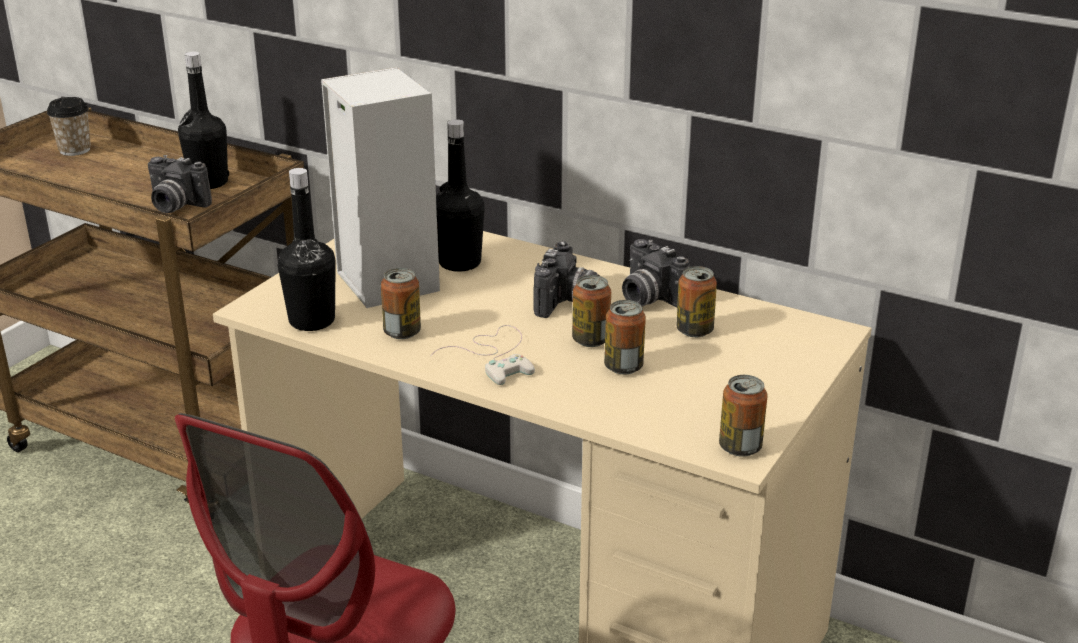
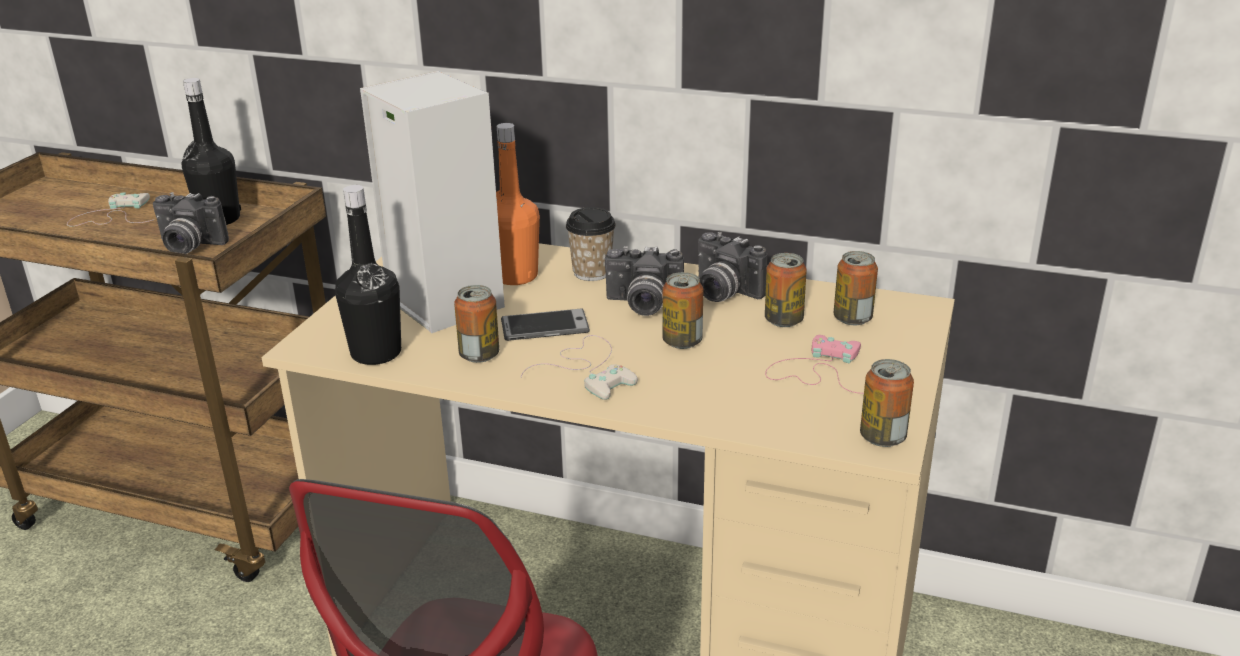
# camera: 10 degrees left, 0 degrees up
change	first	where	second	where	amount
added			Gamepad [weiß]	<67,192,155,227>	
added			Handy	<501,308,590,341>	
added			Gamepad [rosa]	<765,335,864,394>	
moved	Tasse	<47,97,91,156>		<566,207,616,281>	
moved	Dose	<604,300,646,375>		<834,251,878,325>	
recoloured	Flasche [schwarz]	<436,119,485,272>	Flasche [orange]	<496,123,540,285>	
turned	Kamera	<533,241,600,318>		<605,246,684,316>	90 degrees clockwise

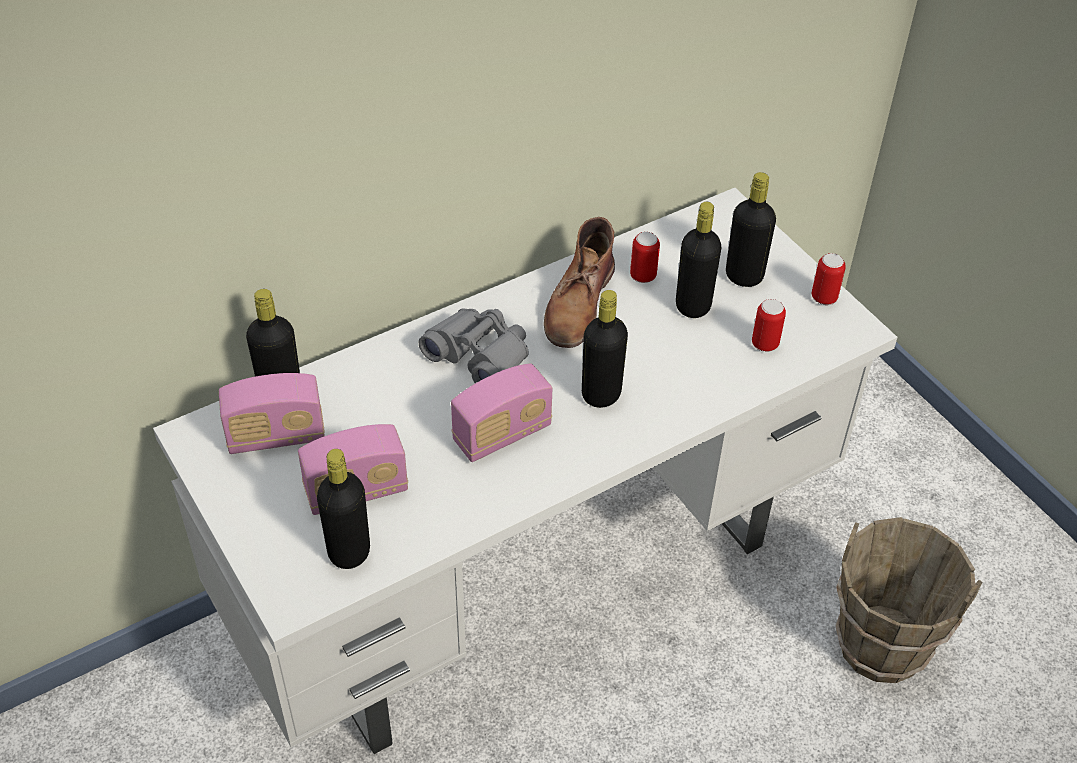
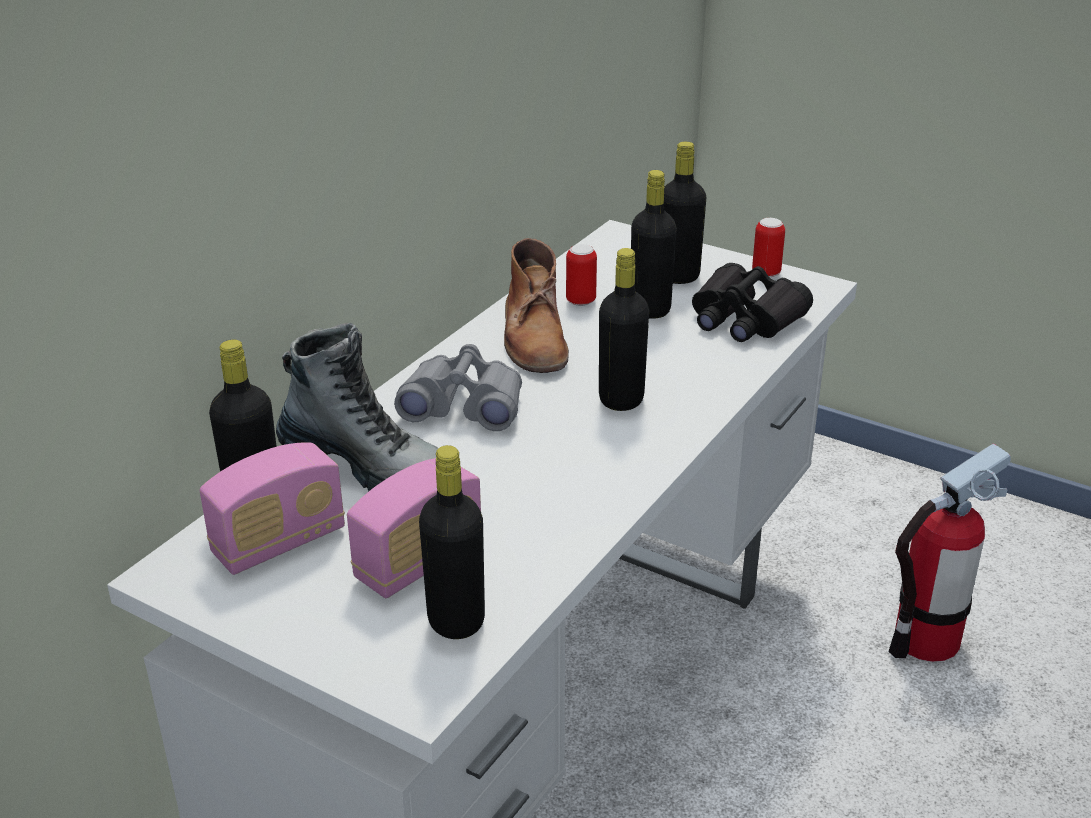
# camera: 25 degrees left, 15 degrees down
change	first	where	second	where	amount
removed	Radio	<451,364,552,462>			
added			Stiefel	<276,323,438,492>	
replaced	Dose	<752,299,786,352>	Fernglas [schwarz]	<692,263,813,342>	
replaced	Eimer [braun]	<835,517,982,683>	Feuerlöscher	<888,443,1011,662>	

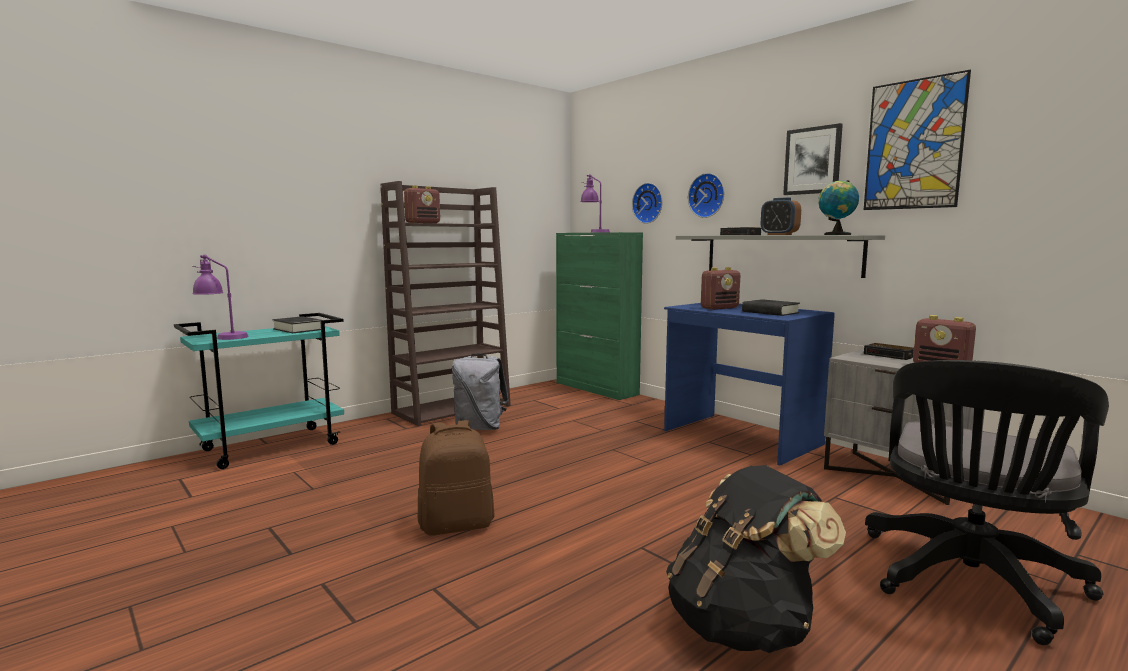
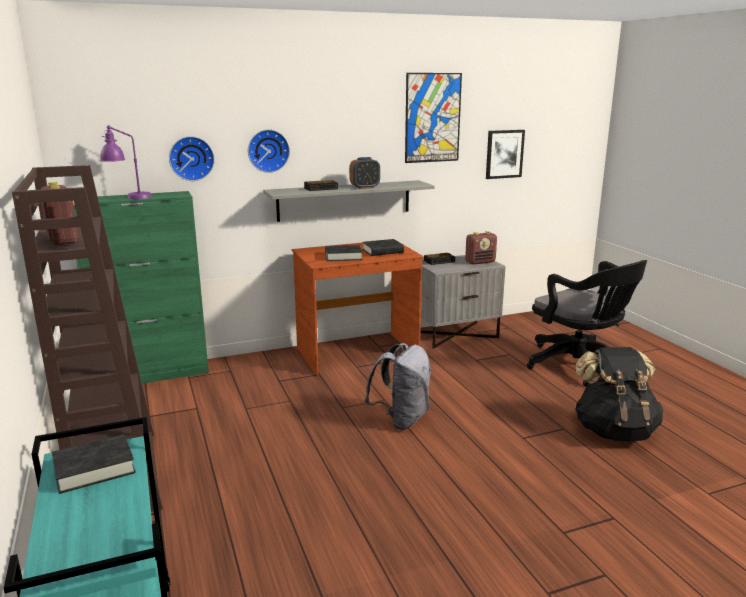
# camera: 70 degrees left, 10 degrees up
change	first	where	second	where	amount
removed	Tischlampe [lila]	<192,254,249,340>			
removed	Rucksack [braun]	<418,420,495,536>			
removed	Globus	<818,180,859,235>			
moved	Rucksack [grau]	<452,353,509,430>		<364,343,431,430>	
moved	Bild	<783,123,843,195>		<486,130,525,179>	
replaced	Radio	<701,267,740,310>	Buch [schwarz]	<325,245,363,261>	
recoloured	Schreibtisch [blau]	<664,303,835,465>	Schreibtisch [braun]	<292,242,424,376>	

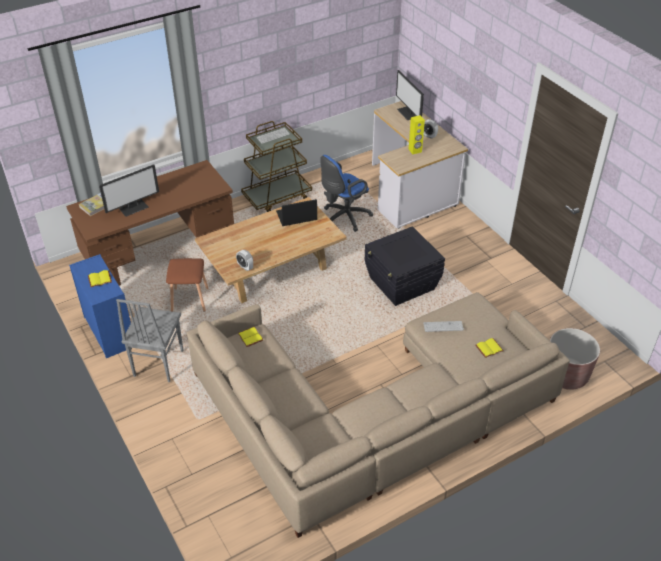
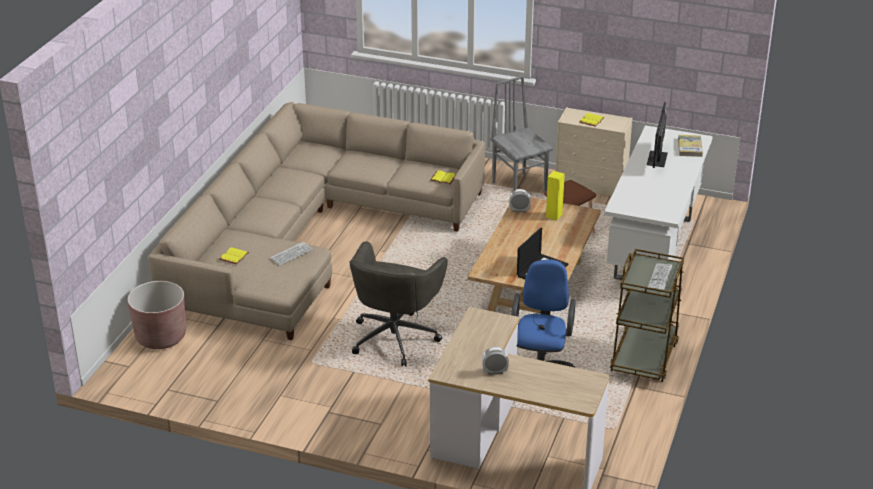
# camera: 140 degrees right, 10 degrees down
change	first	where	second	where	amount
removed	Monitor	<396,70,424,120>			
moved	Lautsprecher [gelb]	<409,115,425,154>		<546,171,565,220>	
replaced	Aufbewahrungsbox [schwarz]	<364,226,445,306>	Bürostuhl [grau]	<349,241,448,366>	
recoloured	Schreibtisch [braun]	<66,160,234,286>	Schreibtisch [weiß]	<604,125,713,280>	
recoloured	Kommode [blau]	<69,254,131,358>	Kommode [beige]	<555,107,632,196>	

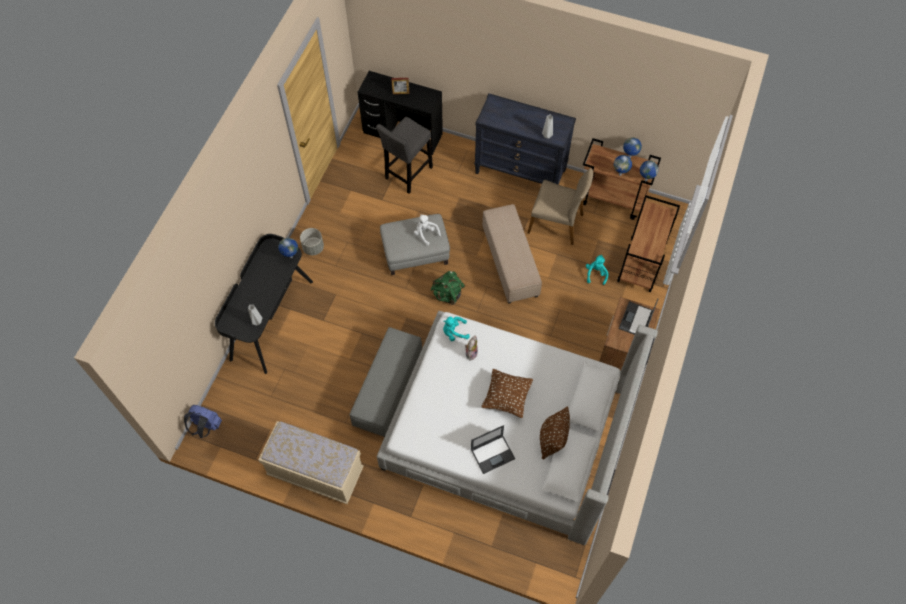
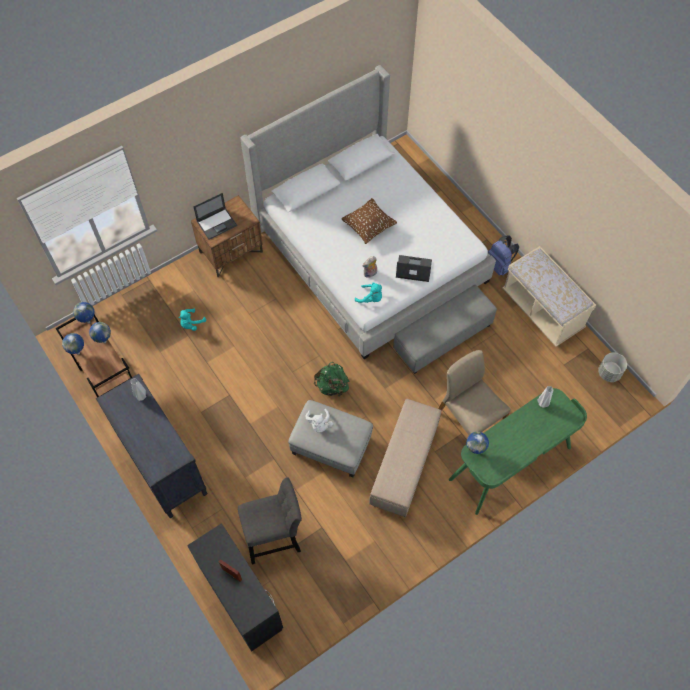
# camera: 145 degrees left, 0 degrees up
change	first	where	second	where	amount
removed	Kissen [braun]	<540,406,570,459>			
removed	Rollwagen [braun]	<617,195,680,292>			
moved	Rucksack [blau]	<184,405,222,438>		<488,235,519,276>	
moved	Pflanzkübel [grau]	<300,228,324,255>		<598,353,627,382>	
moved	Laptop	<471,425,515,474>		<396,255,432,282>	
moved	Polsterhocker [beige]	<482,204,542,304>		<369,399,441,517>	
moved	Stuhl [beige]	<528,168,593,245>		<438,350,511,435>	
recoloured	Schreibtisch [schwarz]	<215,234,313,374>	Schreibtisch [grün]	<449,388,587,515>	

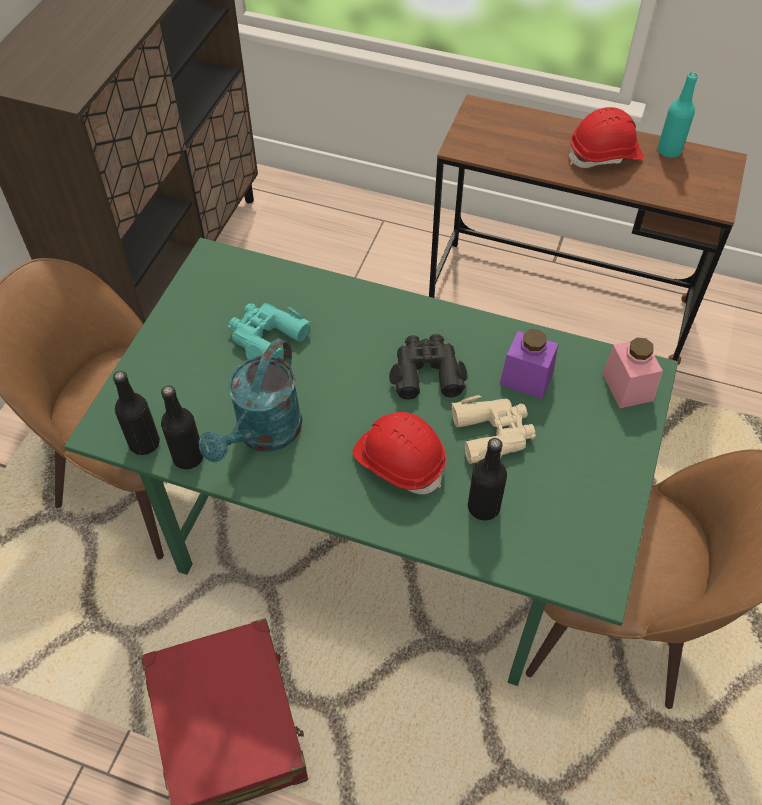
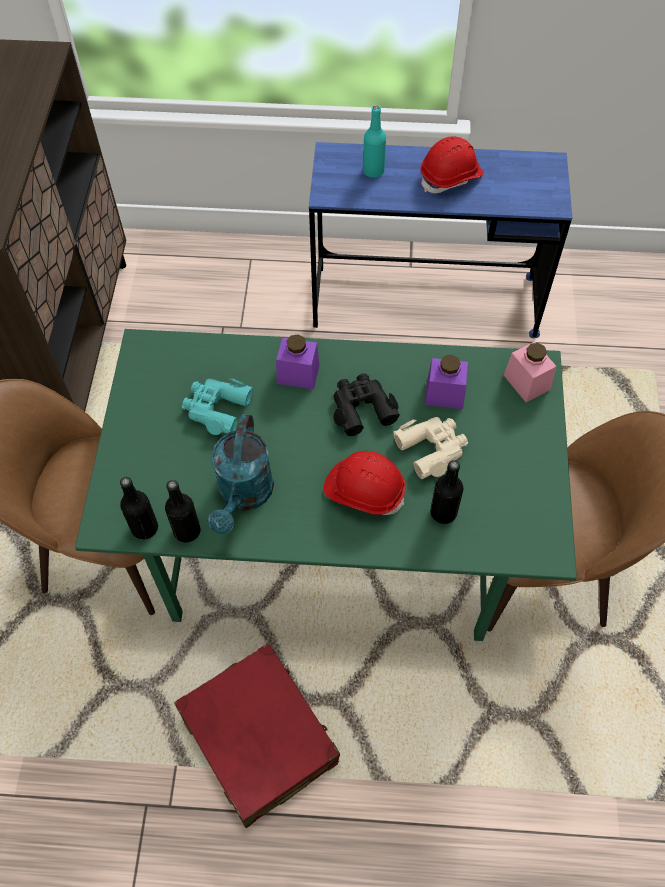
# camera: 15 degrees left, 5 degrees up
change	first	where	second	where	amount
added			Vorratsglas [lila]	<276,334,320,389>	
moved	Flasche [türkis]	<658,72,698,158>		<363,105,386,178>	
recoloured	Schreibtisch [braun]	<429,94,747,365>	Schreibtisch [blau]	<309,142,572,338>	

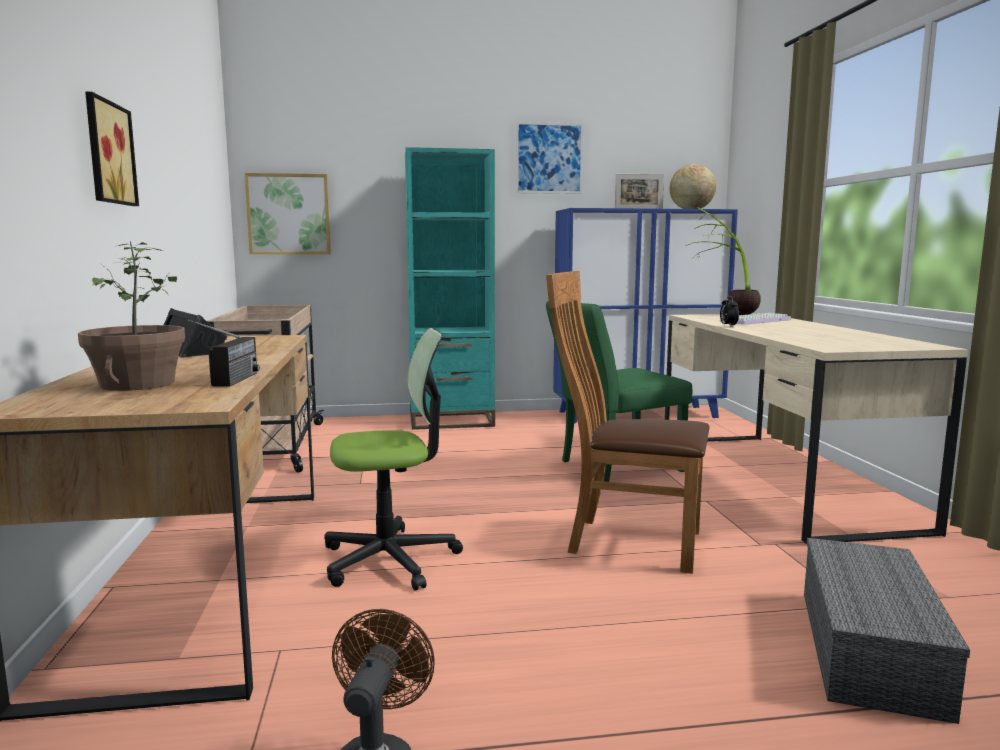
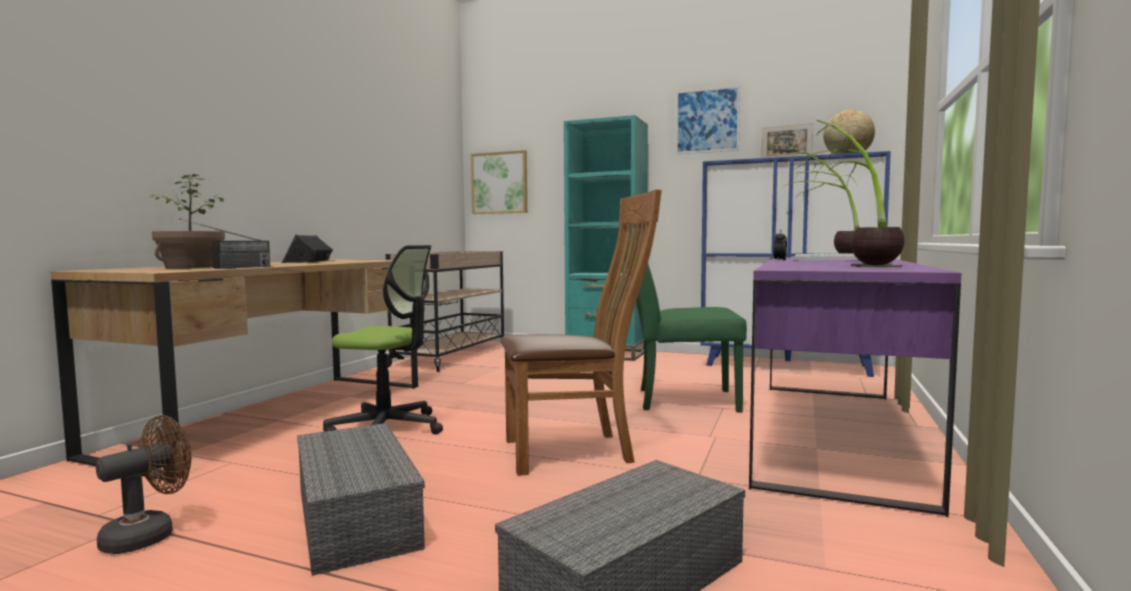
# camera: 30 degrees right, 5 degrees down
change	first	where	second	where	amount
removed	Bild	<85,92,139,206>			
added			Aufbewahrungsbox [grau]	<297,423,425,576>	
added			Topfpflanze	<804,120,904,267>	
recoloured	Schreibtisch [beige]	<665,314,968,544>	Schreibtisch [lila]	<749,258,961,517>	
turned	Stuhl [braun]	<546,271,710,574>		<500,190,662,476>	120 degrees clockwise

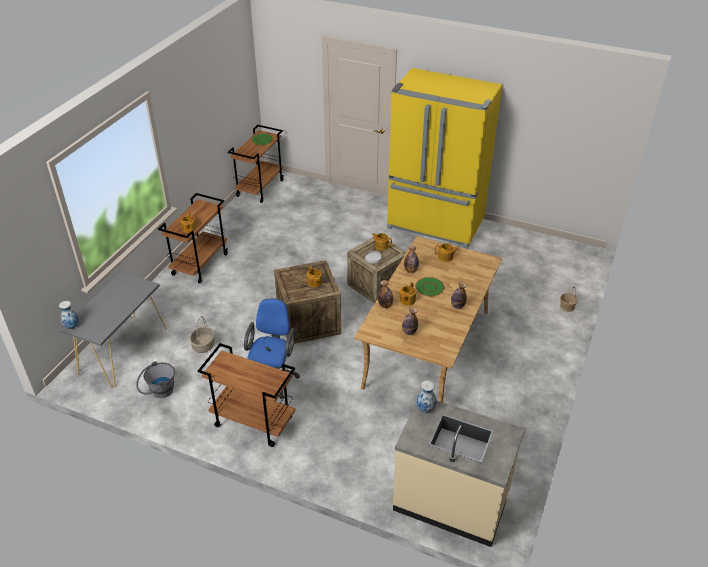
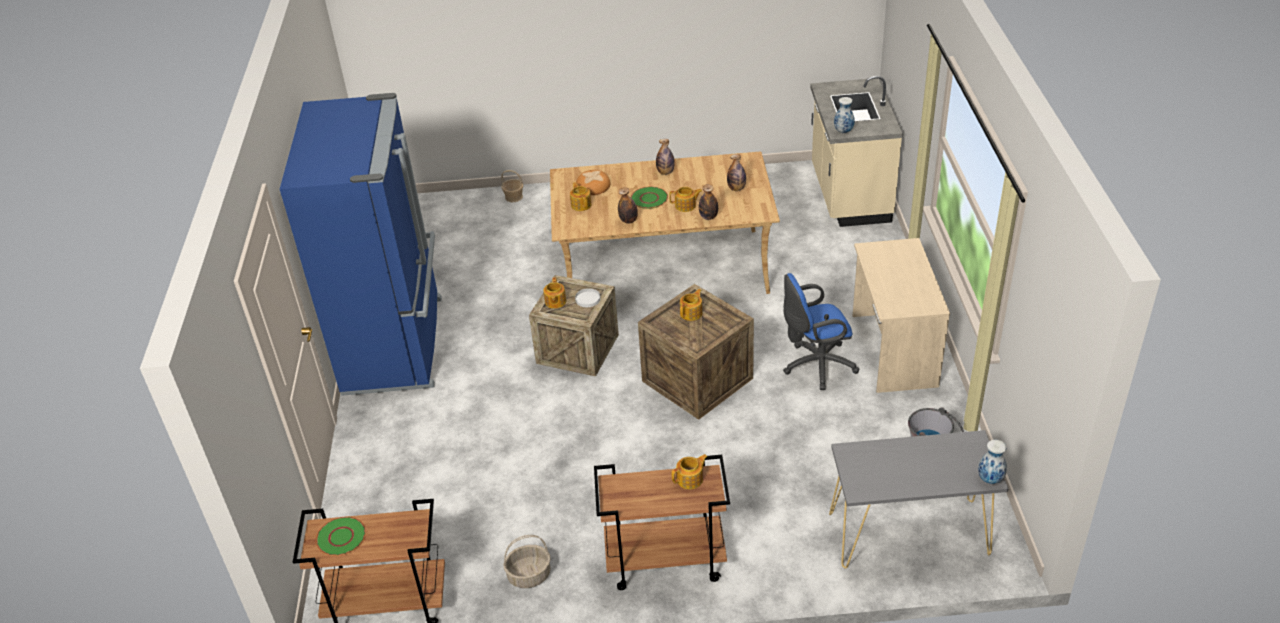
# camera: 115 degrees left, 0 degrees up
change	first	where	second	where	amount
added			Brot	<576,170,611,195>	
moved	Korb	<189,316,215,353>		<503,535,551,588>	
replaced	Rollwagen [braun]	<198,343,295,447>	Schreibtisch [beige]	<853,238,950,393>	
recoloured	Kühlschrank [gelb]	<387,68,503,248>	Kühlschrank [blau]	<280,93,442,396>	

